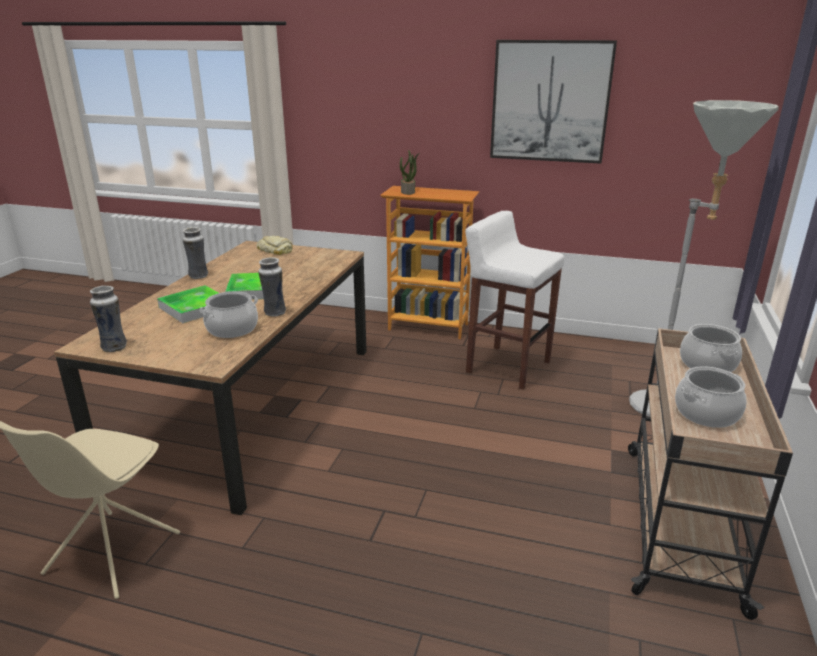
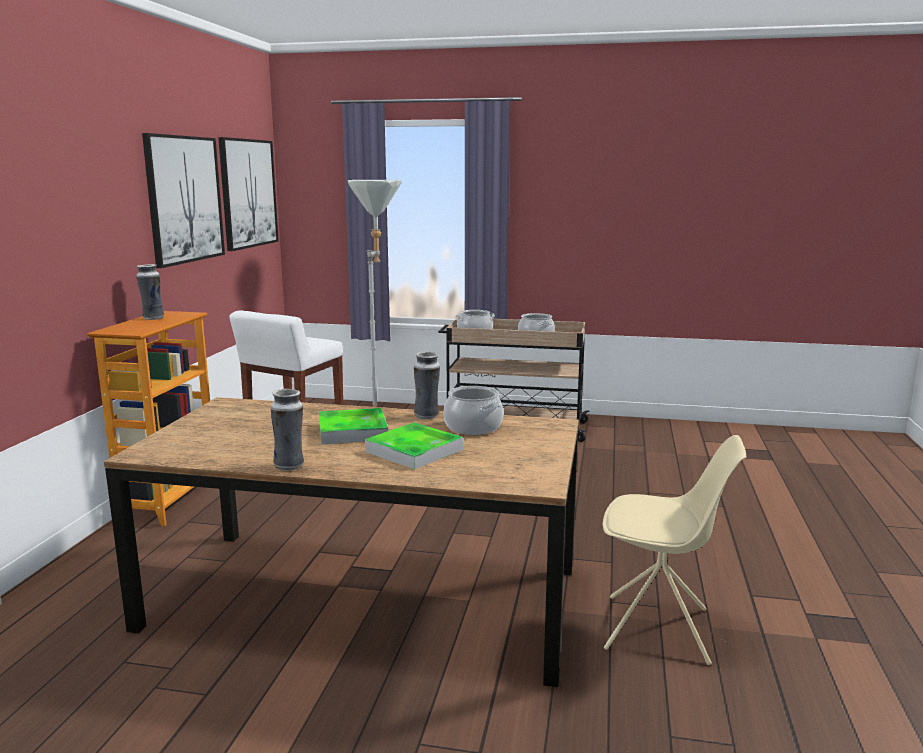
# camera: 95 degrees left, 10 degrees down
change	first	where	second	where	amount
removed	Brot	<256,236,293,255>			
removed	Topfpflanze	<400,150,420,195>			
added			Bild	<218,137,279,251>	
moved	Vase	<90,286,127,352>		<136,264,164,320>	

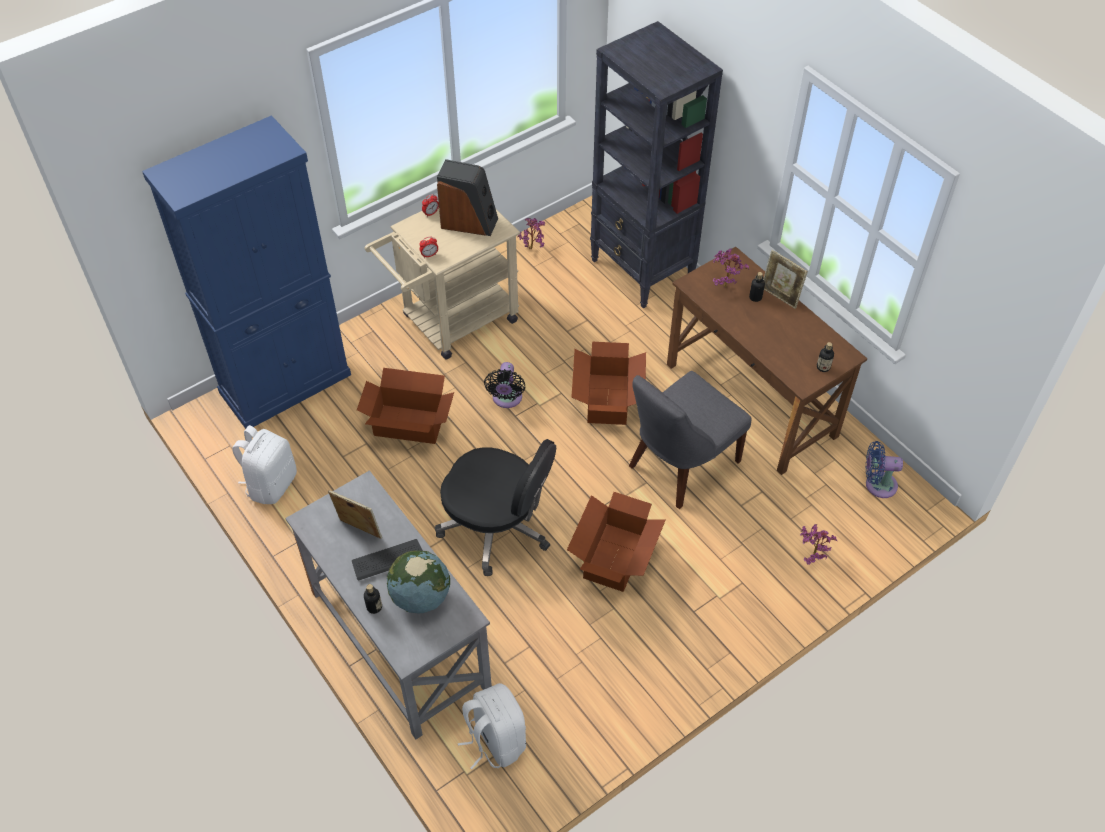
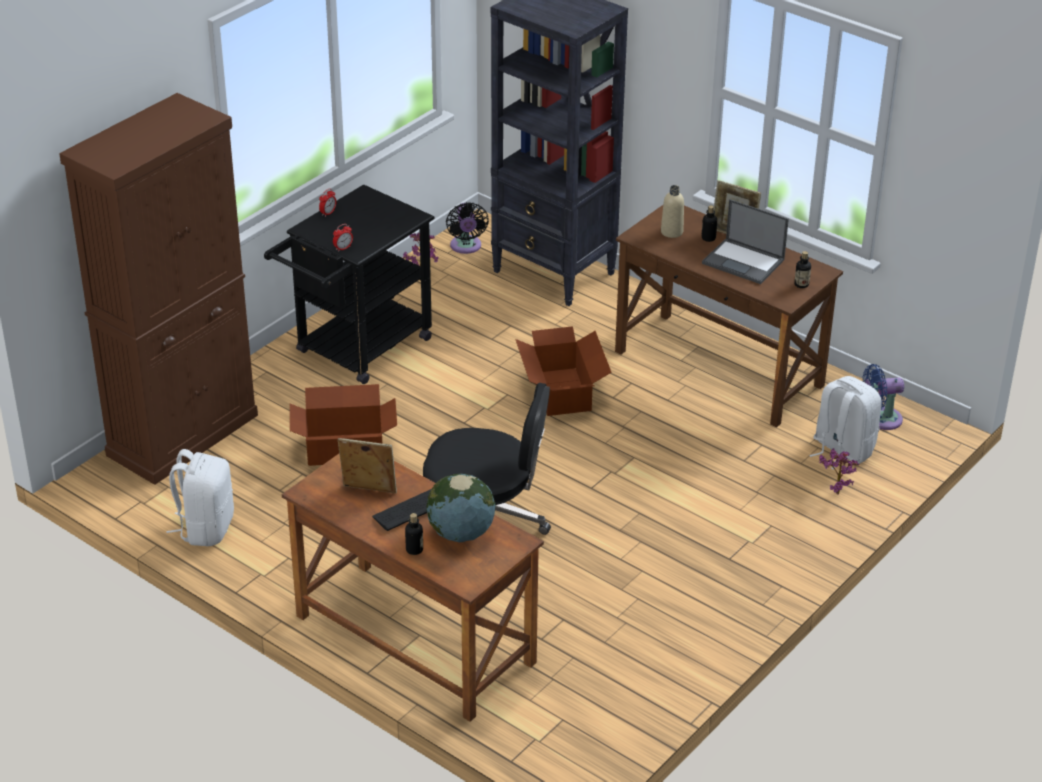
# camera: 15 degrees left, 15 degrees down
change	first	where	second	where	amount
removed	Lautsprecher	<437,159,498,236>			
removed	Karton	<567,492,666,592>			
removed	Stuhl [grau]	<629,371,752,509>			
added			Laptop	<702,199,789,284>	
moved	Rucksack [weiß]	<458,683,526,769>		<809,376,882,469>	
moved	Ventilator [schwarz]	<484,362,525,408>		<446,202,489,254>	
replaced	Topfpflanze	<713,249,749,288>	Flasche [beige]	<661,185,684,238>	
recoloured	Schrank [blau]	<142,115,351,429>	Schrank [braun]	<59,93,258,485>	
recoloured	Schreibtisch [grau]	<285,470,492,739>	Schreibtisch [braun]	<282,454,544,722>	
recoloured	Rollwagen [beige]	<364,208,520,359>	Rollwagen [schwarz]	<264,184,435,384>	

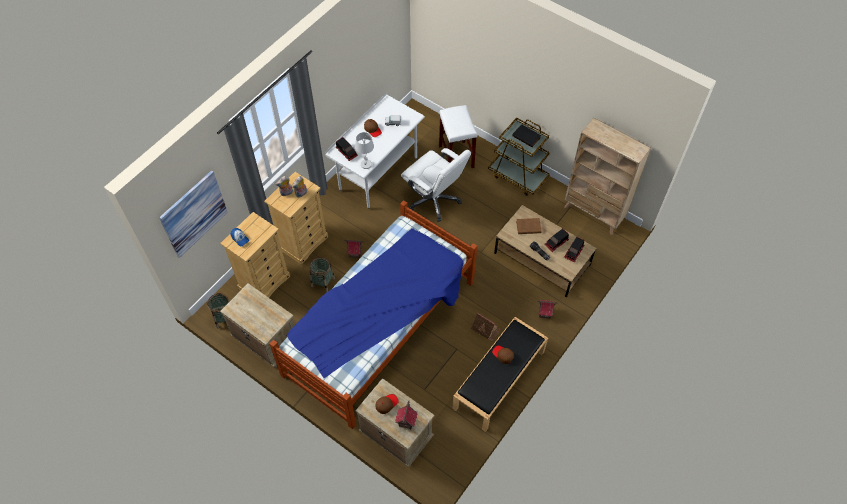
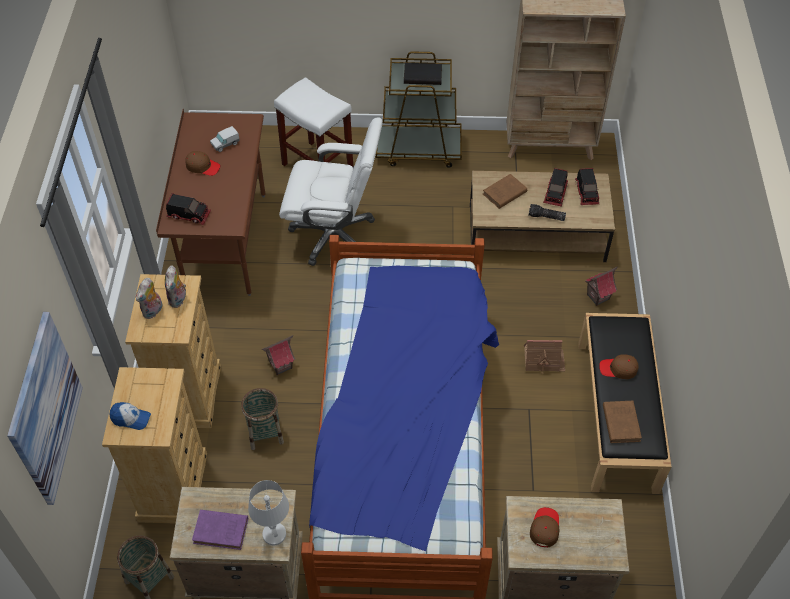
# camera: 35 degrees left, 5 degrees down
change	first	where	second	where	amount
removed	Spielzeughaus	<395,401,418,429>			
added			Buch [lila]	<192,510,248,550>	
added			Buch [braun]	<603,401,642,443>	
moved	Tischlampe [weiß]	<355,132,374,169>		<248,480,289,545>	
recoloured	Schreibtisch [weiß]	<325,92,425,209>	Schreibtisch [braun]	<156,109,265,296>	

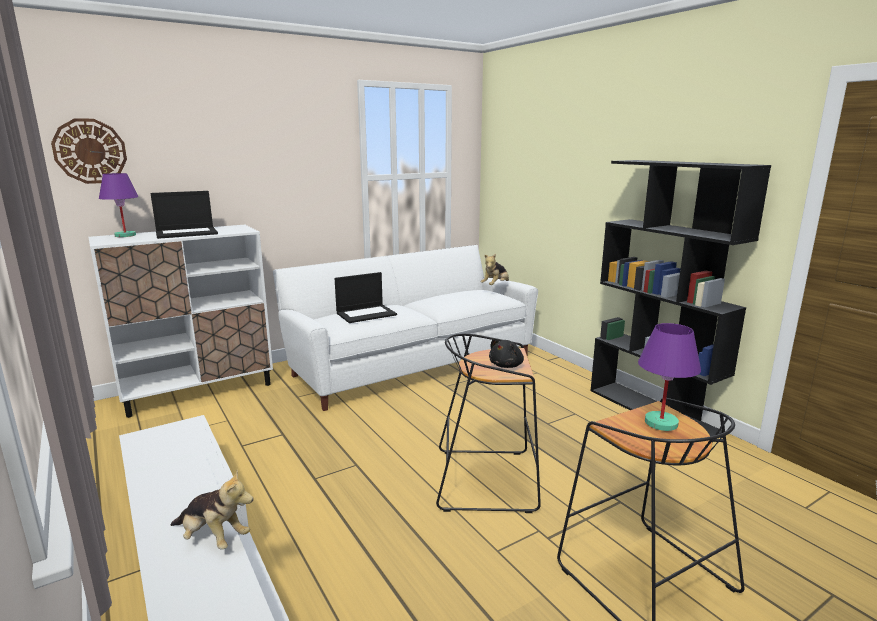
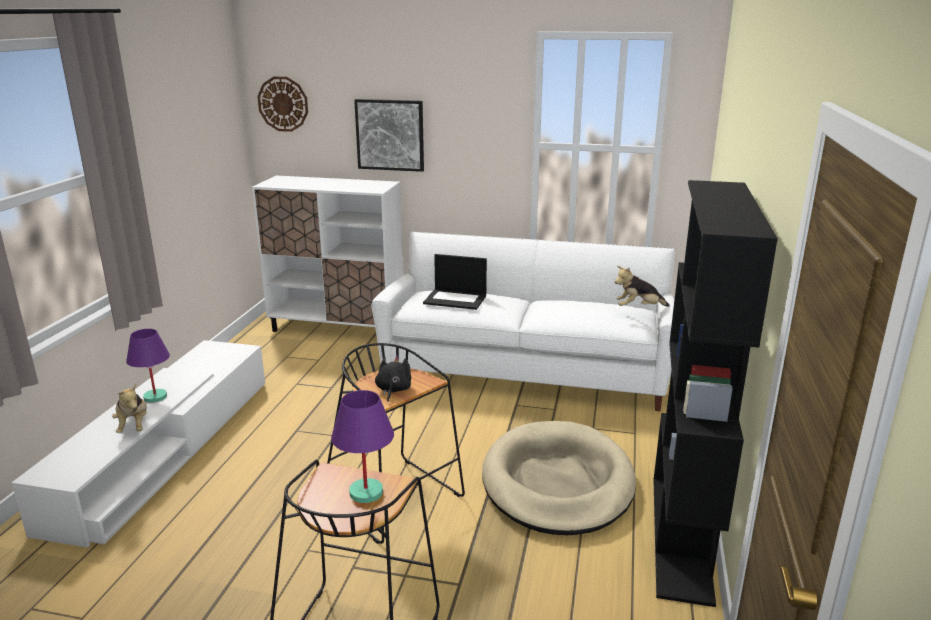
# camera: 45 degrees right, 5 degrees up
change	first	where	second	where	amount
removed	Laptop	<150,191,218,239>			
added			Bild	<354,99,424,172>	
added			Hundebett [beige]	<482,421,636,535>	
moved	Tischlampe [lila]	<99,173,139,237>		<126,329,170,403>	
turned	Plüschtier [schwarz]	<489,338,524,368>		<375,356,411,402>	105 degrees clockwise

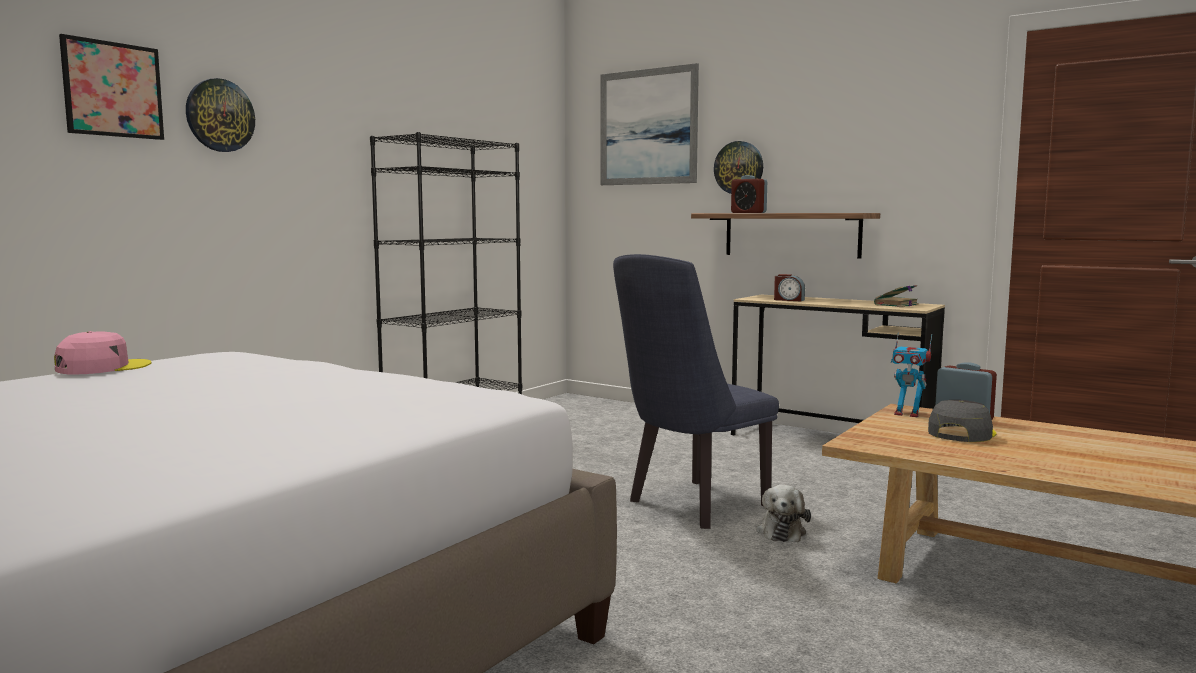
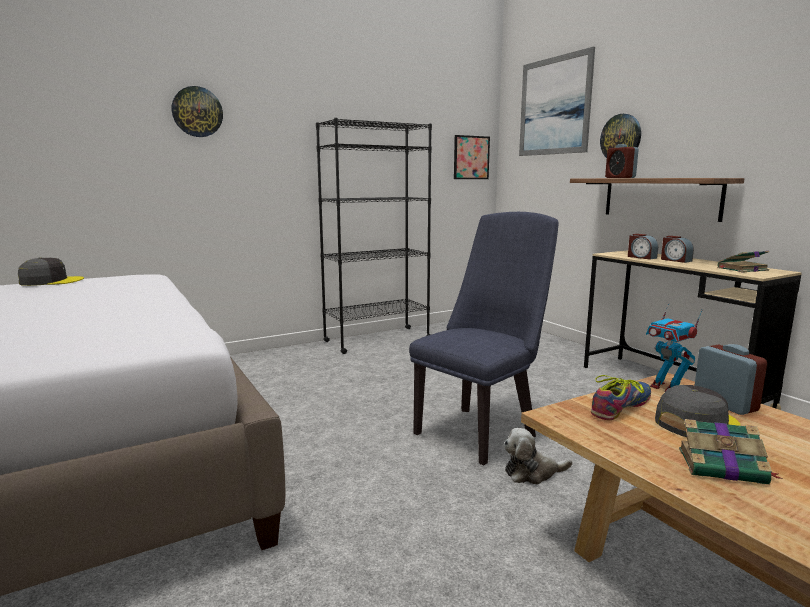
# camera: 25 degrees right, 5 degrees up
change	first	where	second	where	amount
added			Schuh	<591,375,651,420>	
added			Wecker	<661,236,694,263>	
added			Buch	<679,419,783,485>	
moved	Bild	<59,34,164,140>		<454,135,490,179>	
recoloured	Kappe [rosa]	<54,331,152,375>	Kappe [grau]	<18,257,84,286>	
turned	Stuhl [blau]	<613,254,779,529>		<409,212,558,465>	150 degrees clockwise
turned	Plüschtier	<756,484,811,542>		<503,428,572,485>	45 degrees clockwise

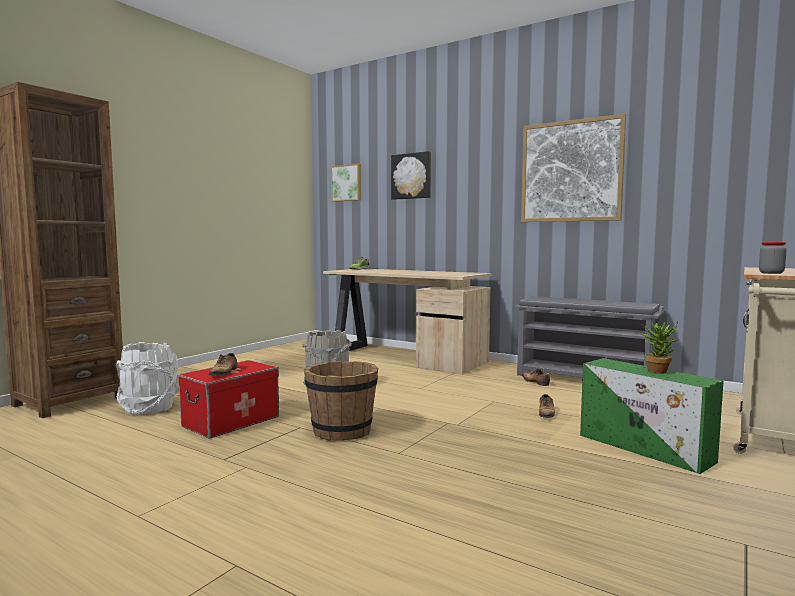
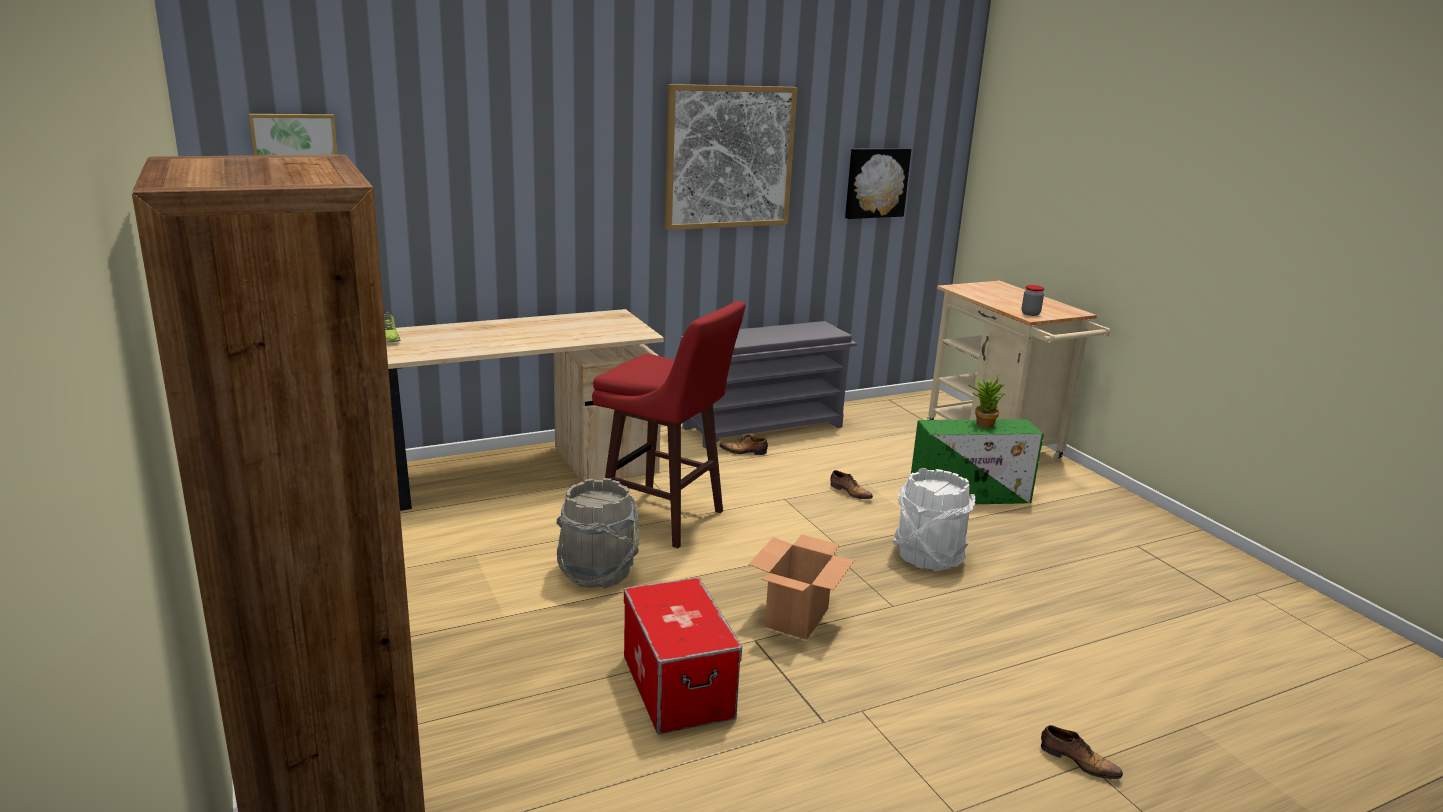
# camera: 60 degrees left, 15 degrees up
change	first	where	second	where	amount
added			Hocker [rot]	<592,301,746,548>	
moved	Eimer [weiß]	<116,342,179,415>		<893,468,975,571>	
moved	Schuh	<209,353,237,376>		<1041,725,1123,779>	
moved	Bild	<391,151,431,200>		<845,148,911,219>	
replaced	Eimer [braun]	<304,361,378,441>	Karton	<748,534,854,640>	

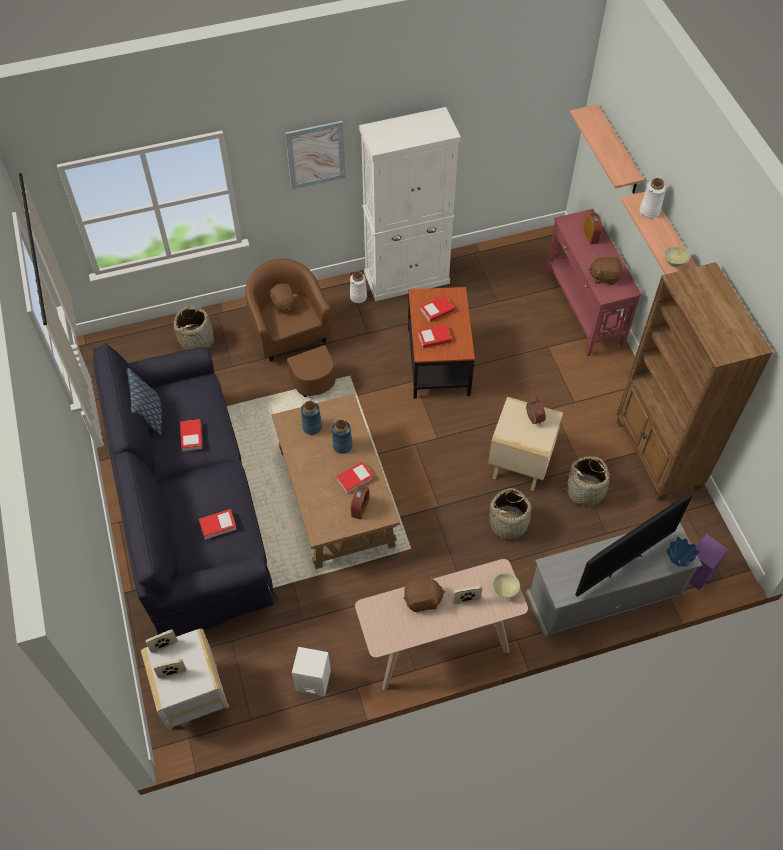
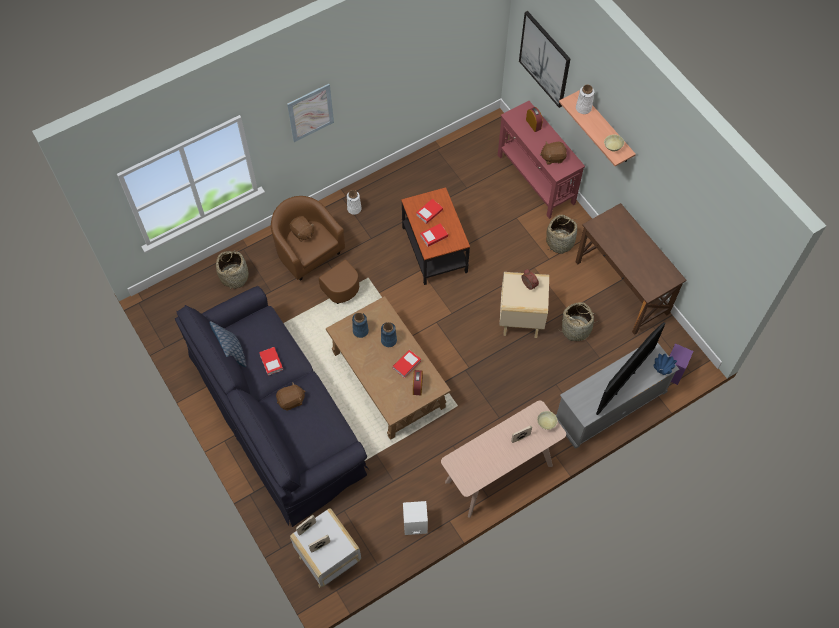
# camera: 15 degrees left, 5 degrees up
change	first	where	second	where	amount
removed	Buch	<199,509,237,540>			
removed	Schrank [weiß]	<359,107,461,301>			
moved	Plüschtier [braun]	<404,575,445,612>		<276,383,306,411>	
moved	Korb	<488,488,538,540>		<546,215,577,254>	
replaced	Wandregal	<570,104,644,194>	Bild	<519,11,570,108>	
replaced	Bücherregal [braun]	<617,262,773,501>	Schreibtisch [braun]	<575,203,687,335>	

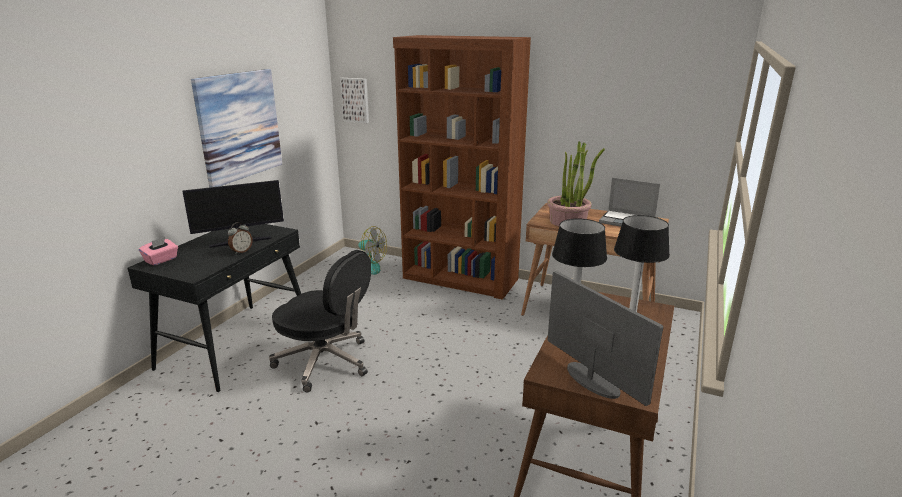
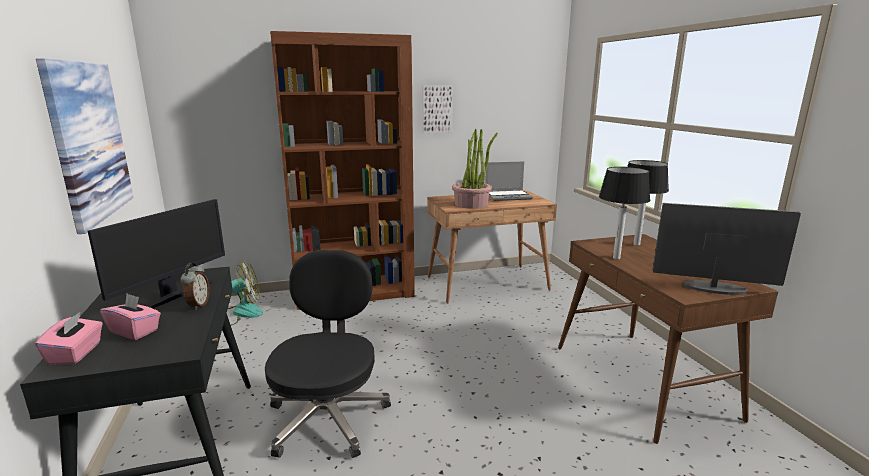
# camera: 40 degrees left, 5 degrees down
change	first	where	second	where	amount
added			Taschentuchbox [rosa]	<100,293,161,340>	
moved	Bild	<340,78,369,123>		<422,86,453,133>	
turned	Bürostuhl [schwarz]	<269,250,371,392>		<265,250,391,458>	75 degrees counterclockwise

